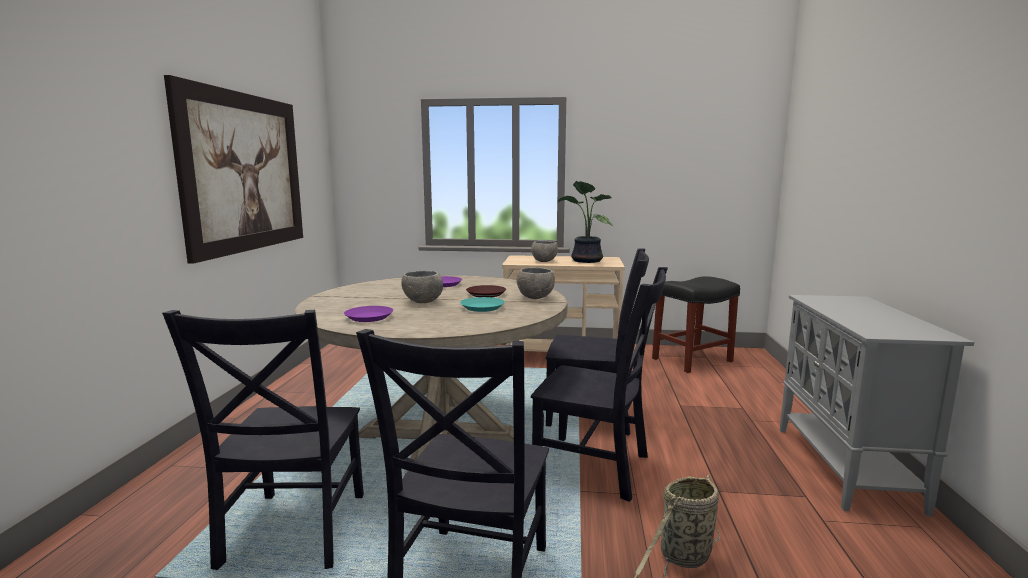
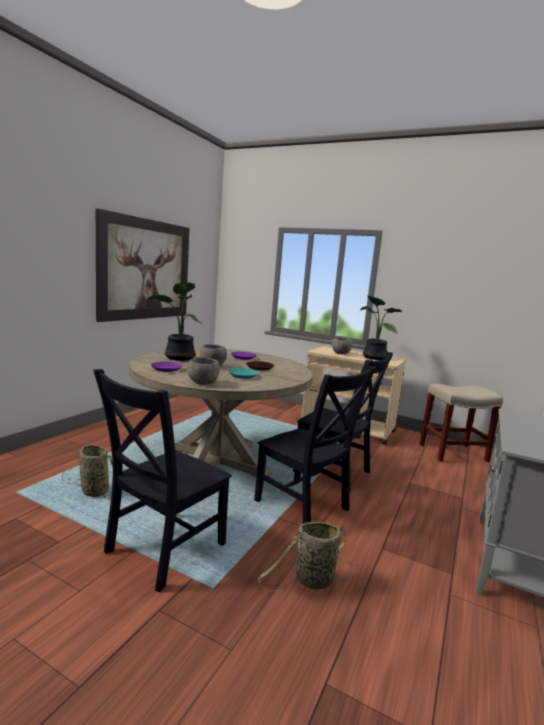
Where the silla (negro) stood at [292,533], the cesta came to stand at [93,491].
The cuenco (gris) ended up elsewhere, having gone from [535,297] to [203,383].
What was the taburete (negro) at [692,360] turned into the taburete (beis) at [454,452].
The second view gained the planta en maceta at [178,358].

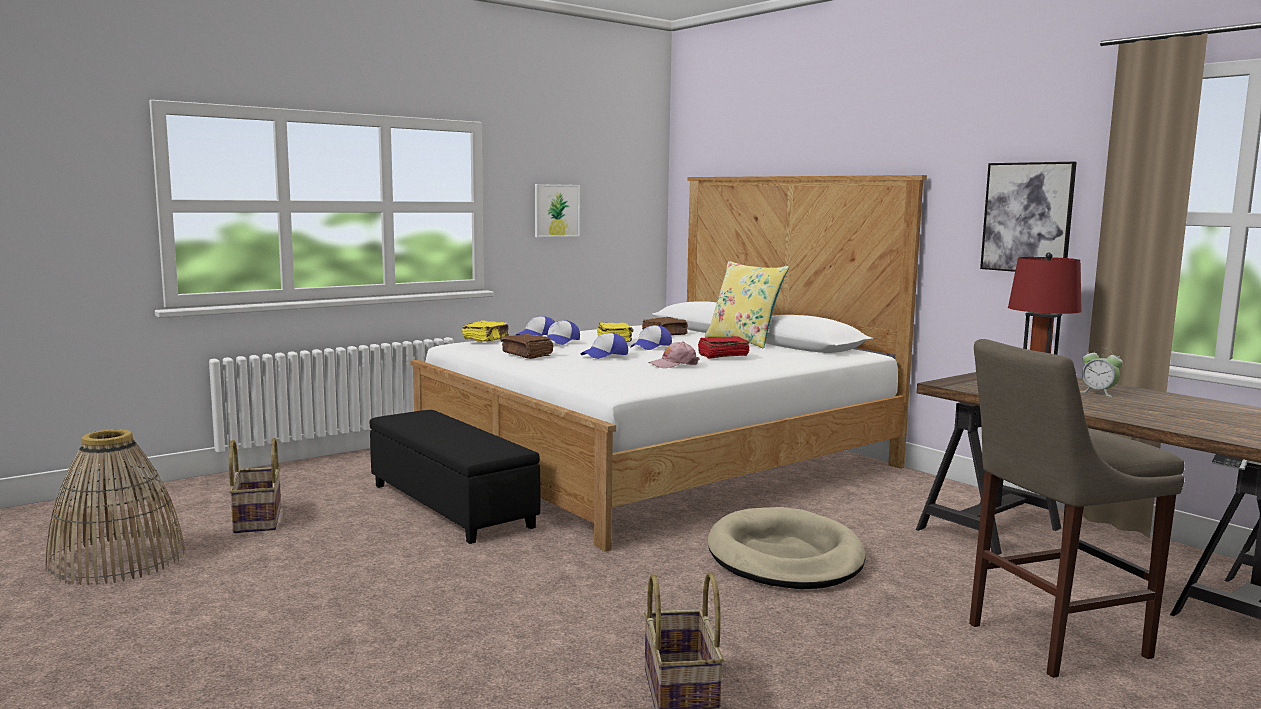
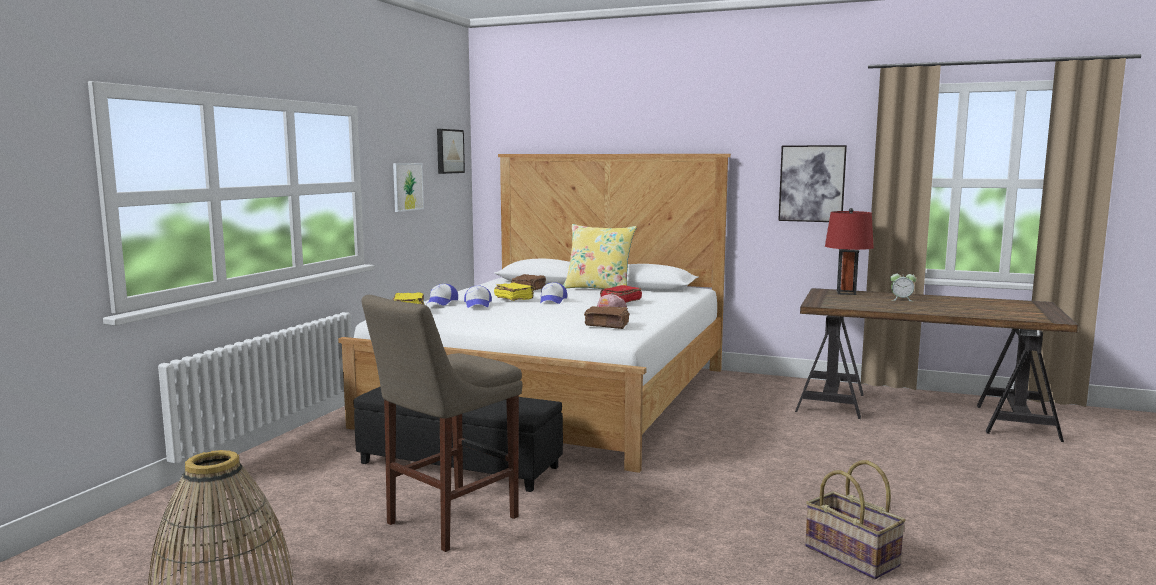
The second view lost the cesta at [256,519].
The libro (marrón) ended up elsewhere, having gone from [527,355] to [607,325].
The second view lost the gorra at [605,355].
The second view lost the cama para perro (beis) at [784,557].
The taburete (beis) ended up elsewhere, having gone from [1049,641] to [447,522].
The second view gained the cuadro at [449,151].

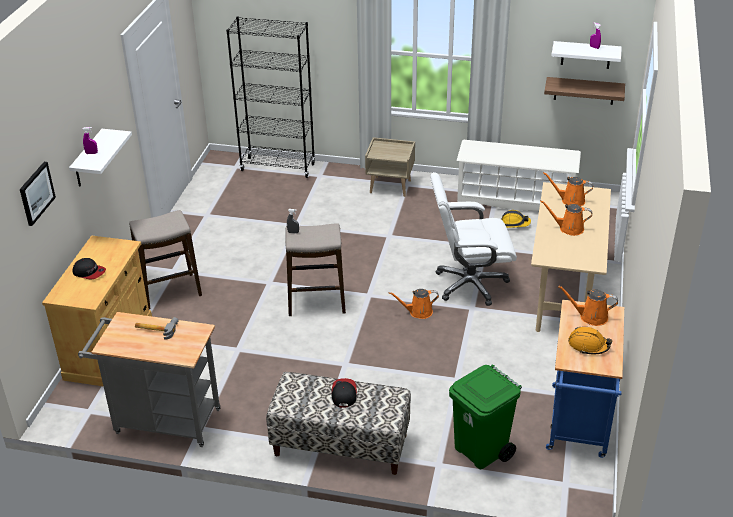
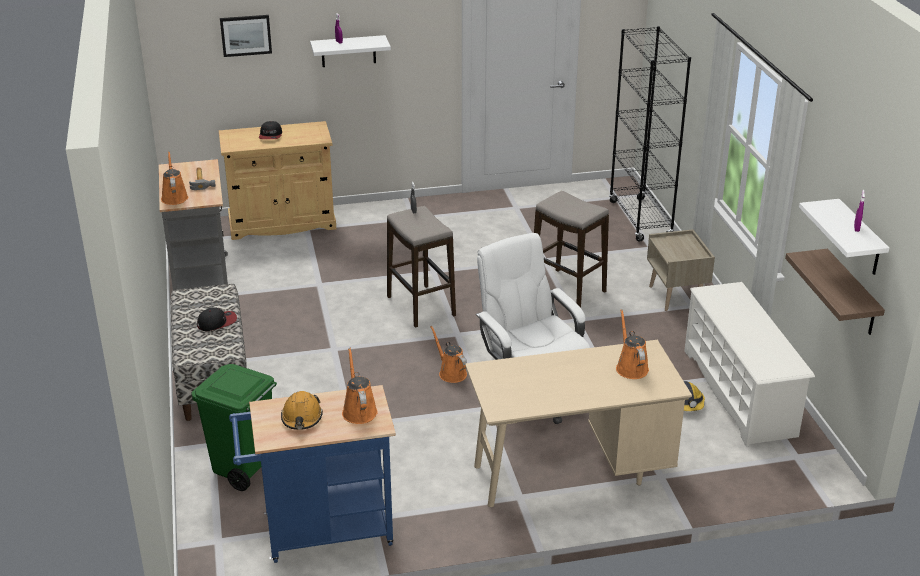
The taburete ended up elsewhere, having gone from [170,291] to [567,289].
The regadera (naranja) ended up elsewhere, having gone from [568,228] to [174,197].

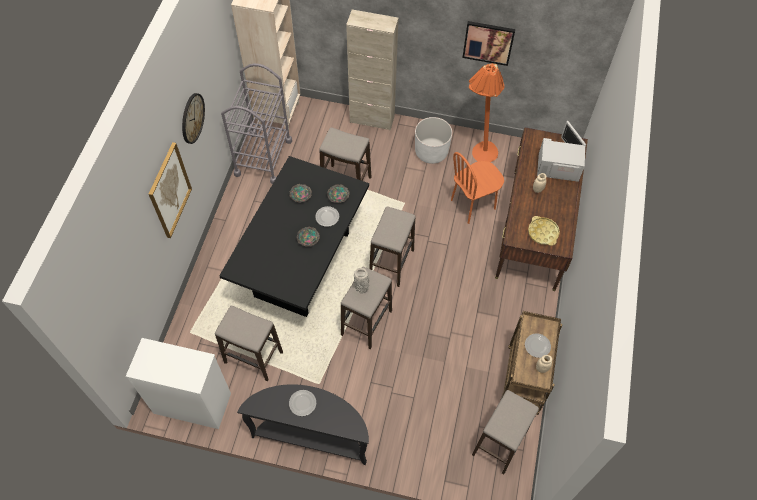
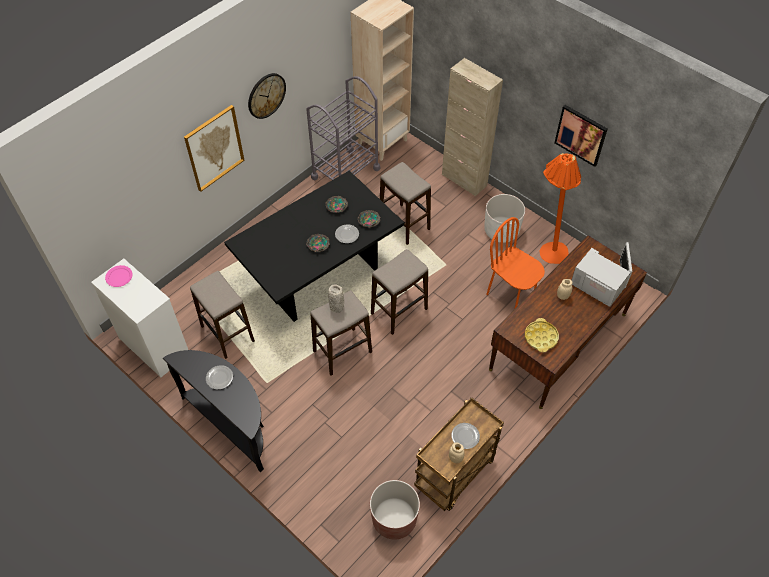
The silla (naranja) at [473,204] ended up facing another way, 45 degrees clockwise from before.
Where the taburete stood at [500,443], the maceta (marrón) came to stand at [394,519].
The second view gained the plato (rosa) at [119,277].

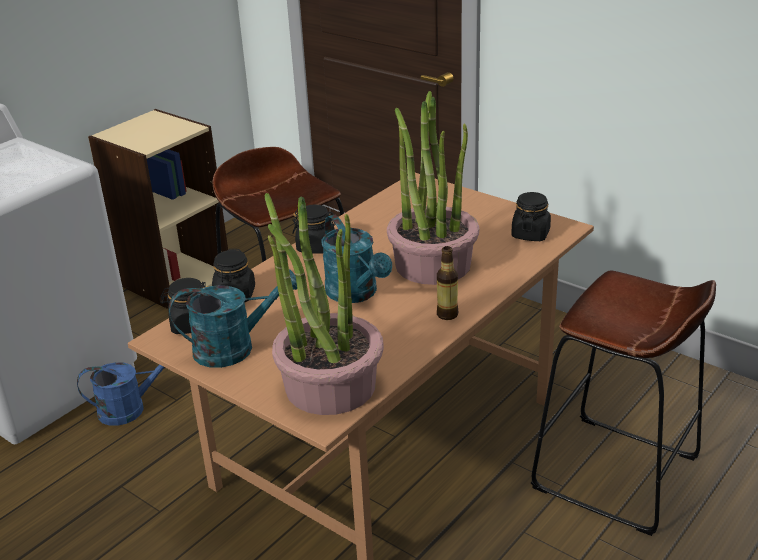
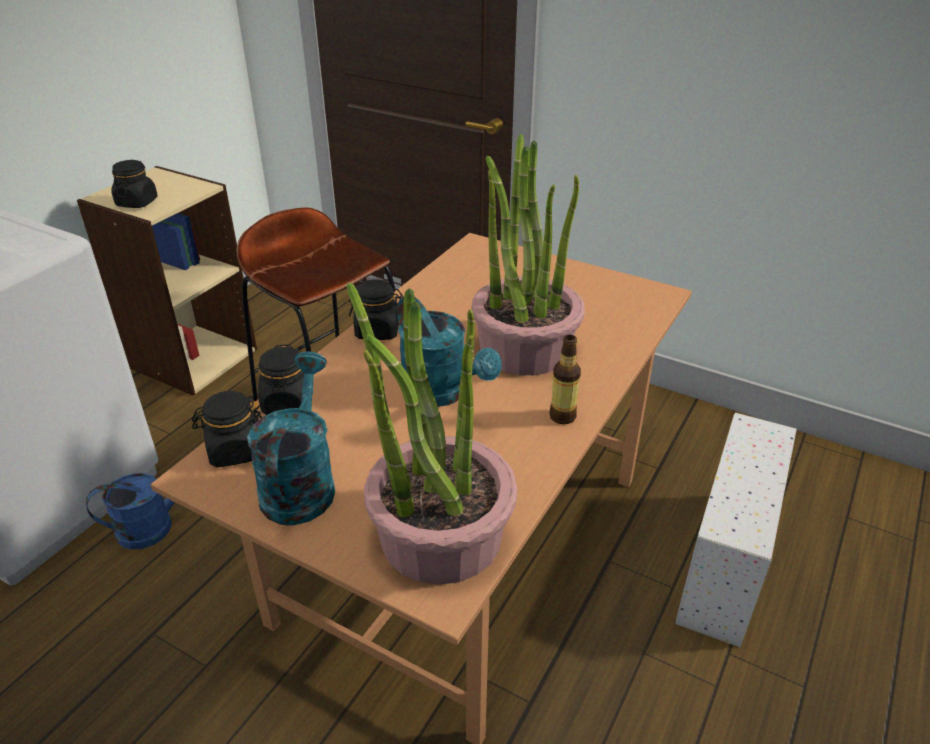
The regadera (turquesa) at [235,347] ended up facing another way, 60 degrees counterclockwise from before.
The tarro (negro) ended up elsewhere, having gone from [530,234] to [137,202].
Where the taburete (marrón) stood at [615,474], the caja de almacenaje (blanco) came to stand at [724,566].

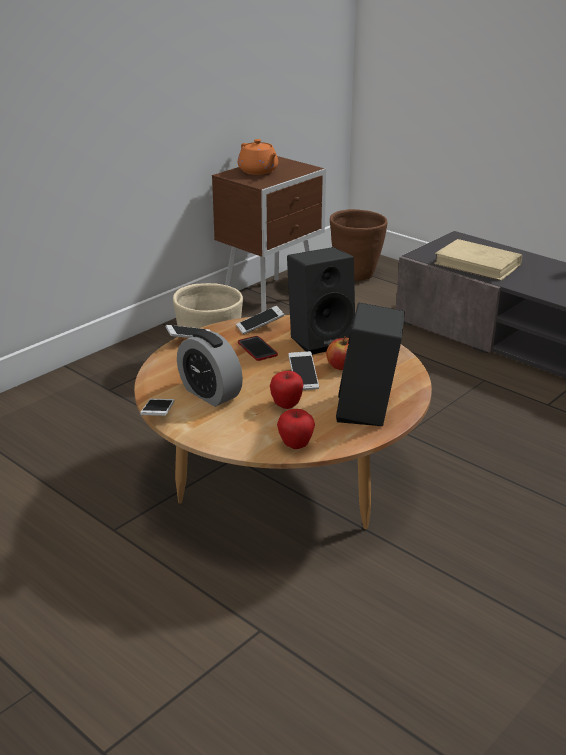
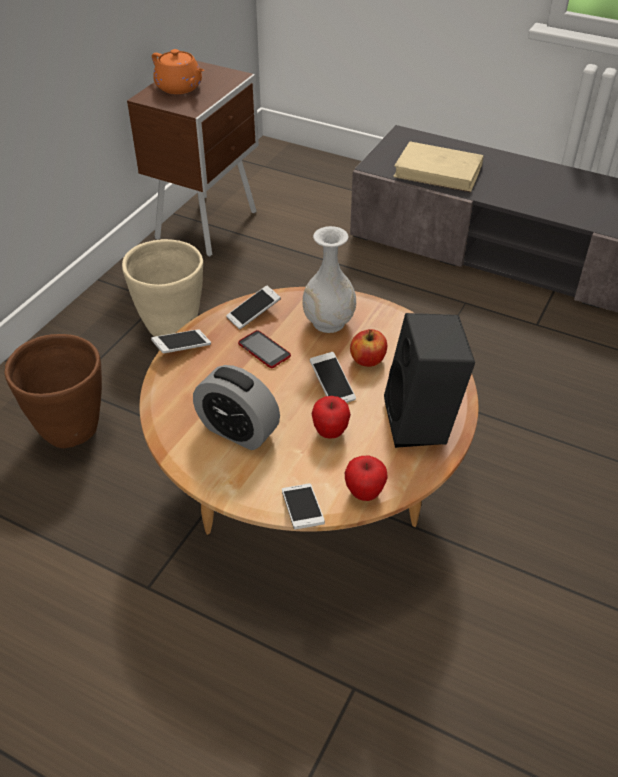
The móvil ended up elsewhere, having gone from [158,414] to [302,512].
Where the altavoz (negro) stood at [321,339], the florero (blanco) came to stand at [329,322].
The maceta (marrón) ended up elsewhere, having gone from [356,276] to [72,430].

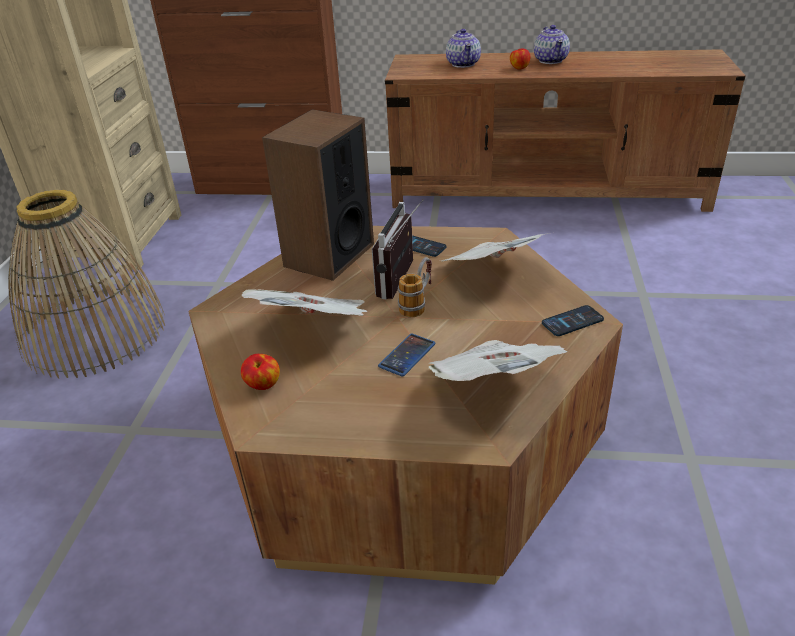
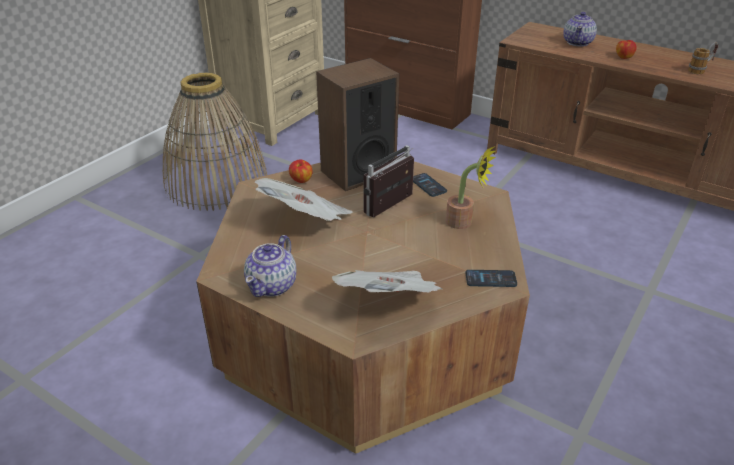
The manzana ended up elsewhere, having gone from [263,385] to [301,181].
The second view lost the móvil at [407,355].
The taza grande ended up elsewhere, having gone from [418,303] to [700,70].
Where the periódico stood at [493,273], the planta en maceta came to stand at [464,222].
The tetera ended up elsewhere, having gone from [550,60] to [272,285].

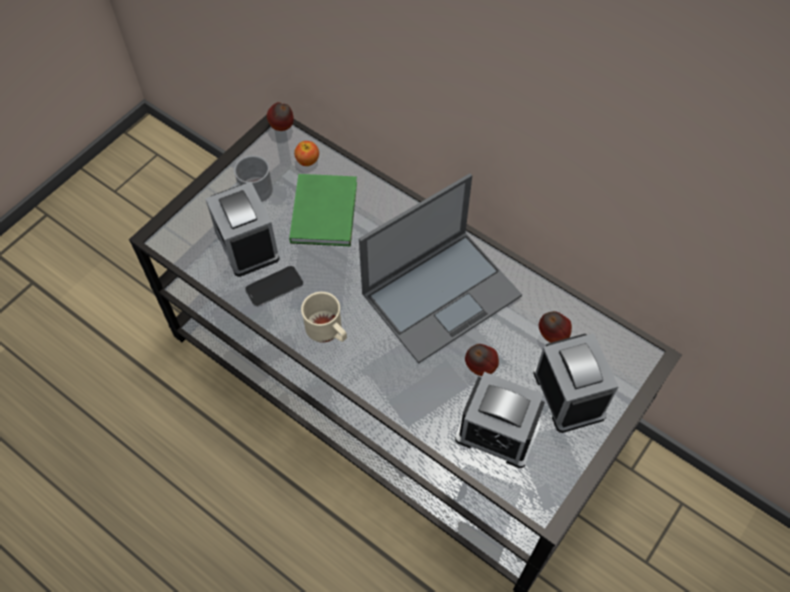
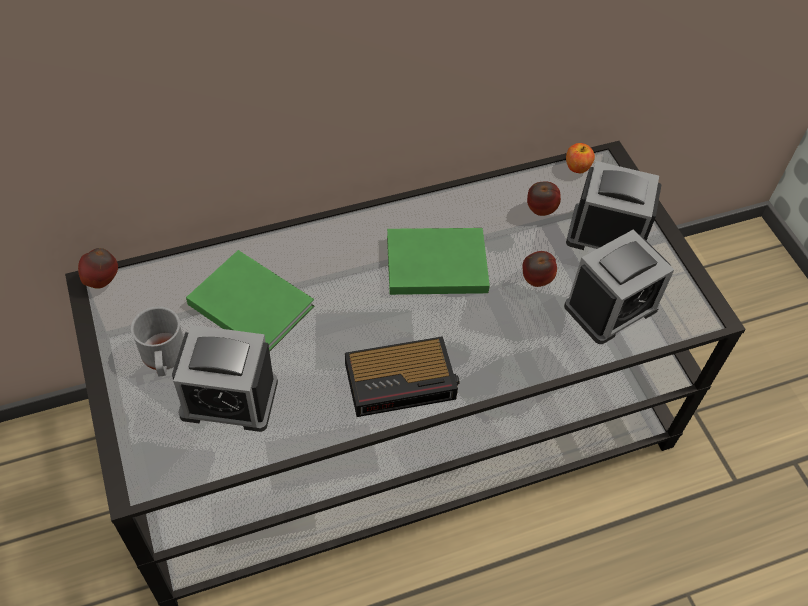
The second view lost the móvil at [274,287].
The manzana ended up elsewhere, having gone from [307,160] to [577,167].
Where the taza grande (beis) stood at [328,330], the despertador came to stand at [402,381].
Where the portátil stood at [442,293], the libro (verde) came to stand at [433,263].

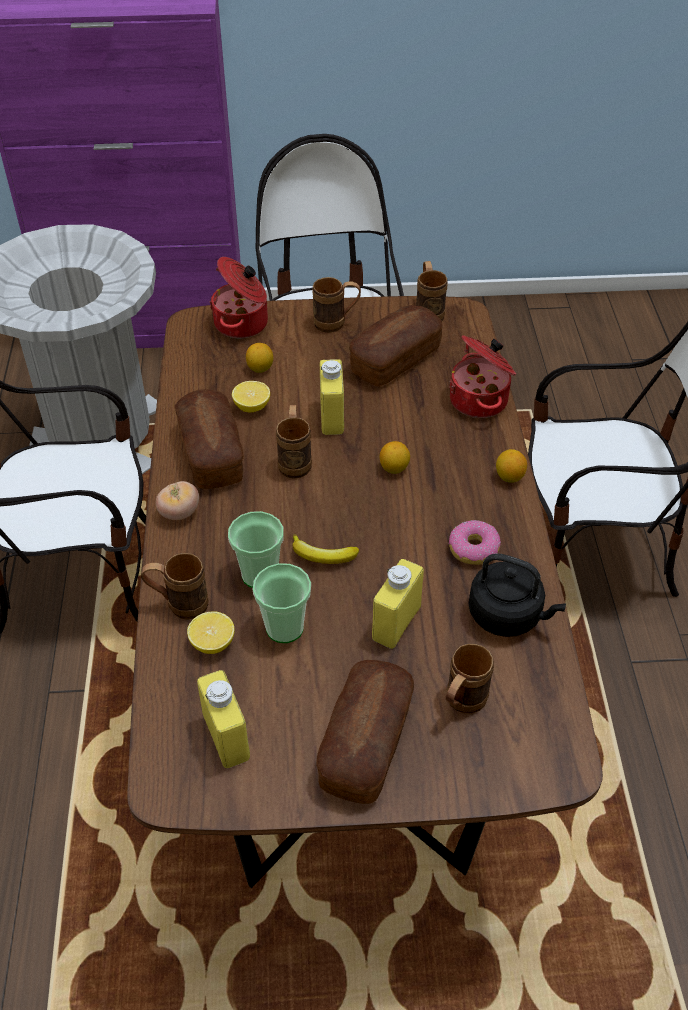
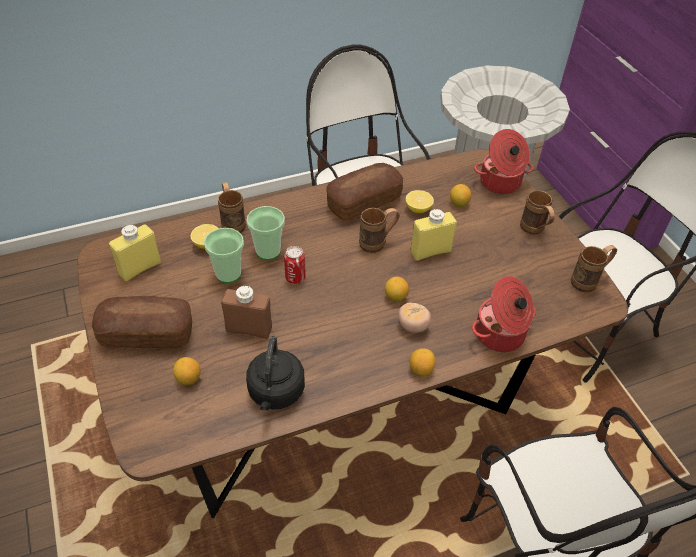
The tomate ended up elsewhere, having gone from [179,513] to [413,326].
Where the plátano stood at [322,556], the lata came to stand at [295,277].
The second view lost the pan at [395,360].
What was the botella (amarillo) at [396,623] turned into the botella (marrón) at [249,329].
Where the taza grande (marrón) stood at [461,704], the limón came to stand at [188,379].
The second view lost the rosquilla at [473,548].

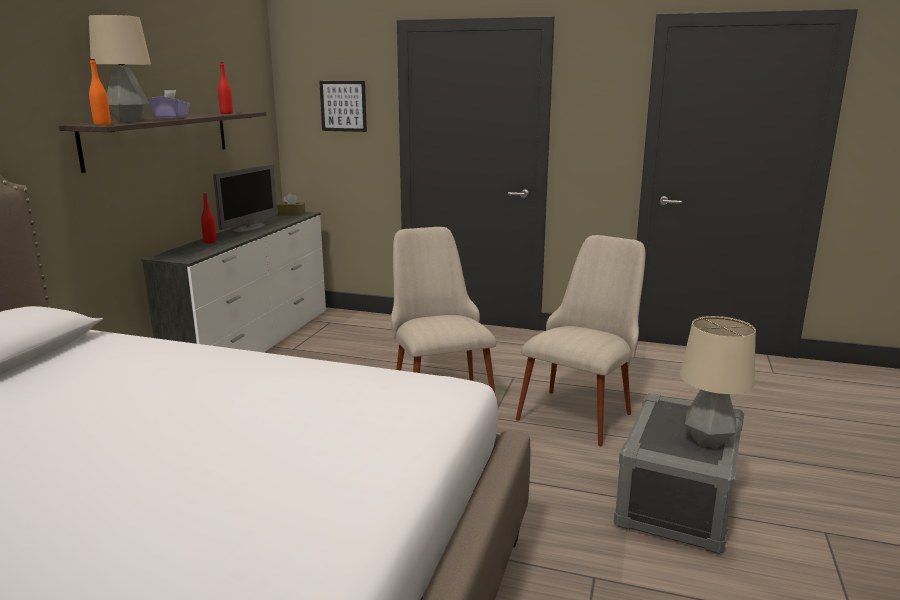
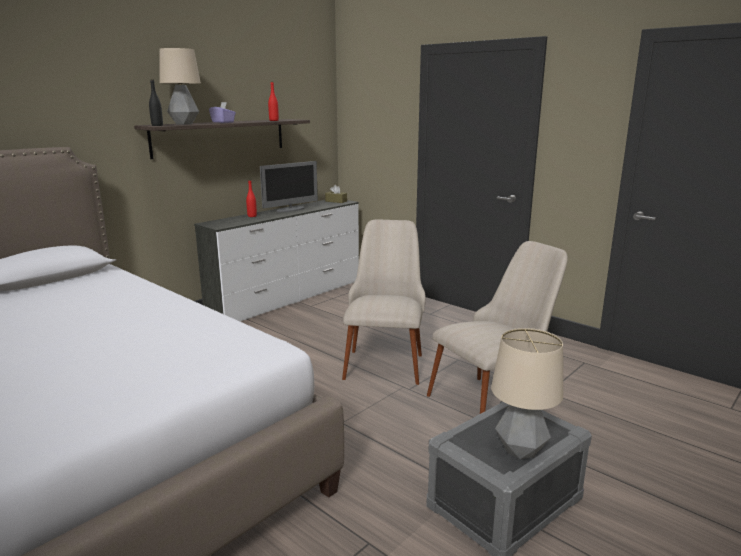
What was the botella (naranja) at [102,124] turned into the botella (negro) at [157,125].
The second view lost the cuadro at [343,106].

